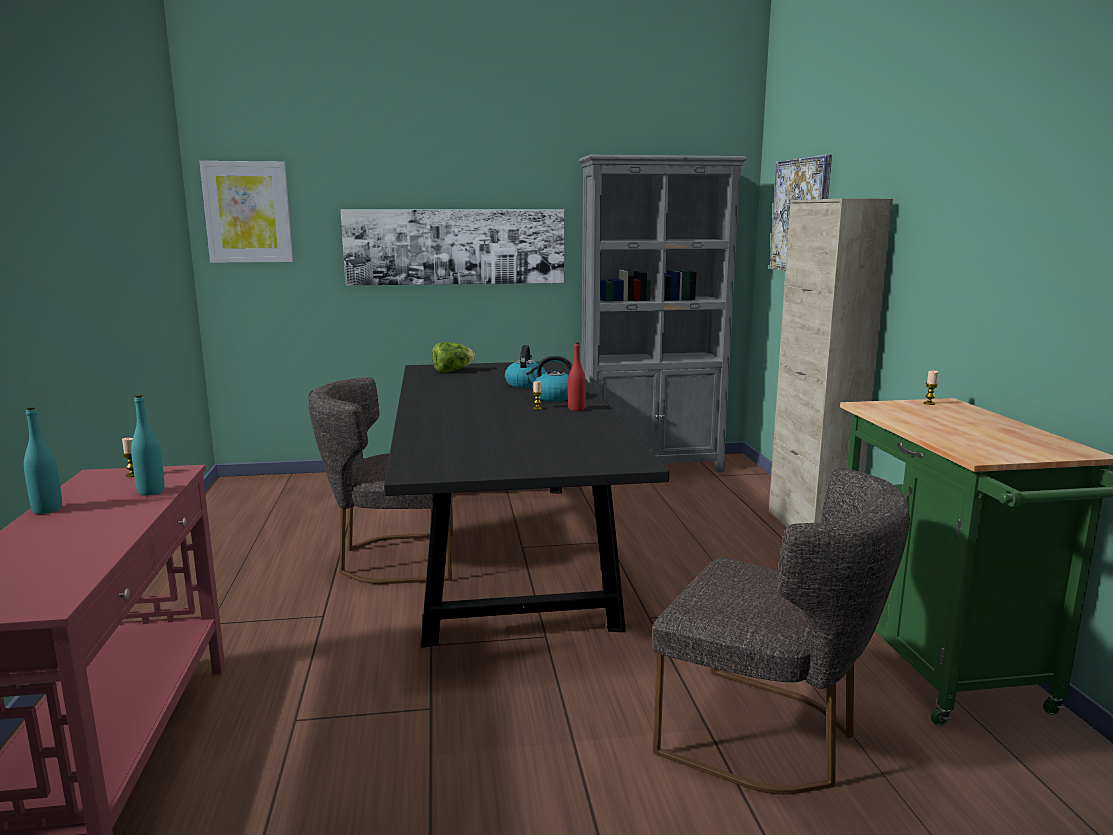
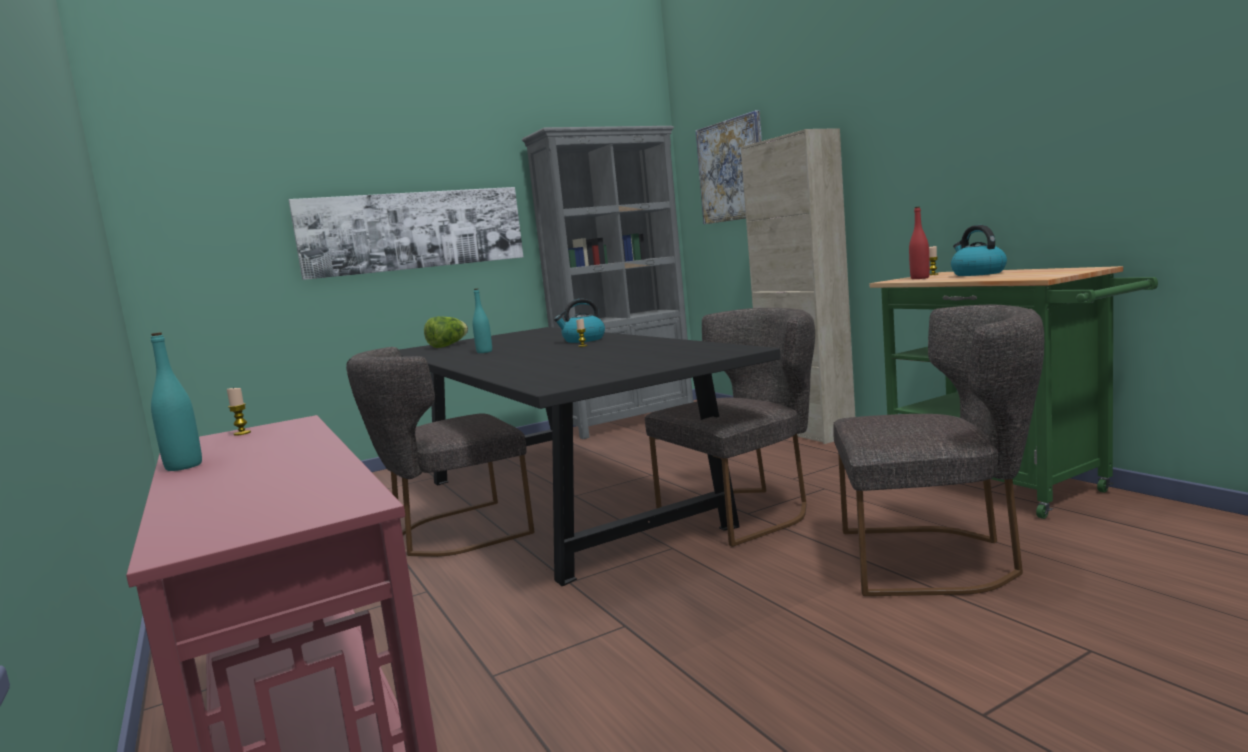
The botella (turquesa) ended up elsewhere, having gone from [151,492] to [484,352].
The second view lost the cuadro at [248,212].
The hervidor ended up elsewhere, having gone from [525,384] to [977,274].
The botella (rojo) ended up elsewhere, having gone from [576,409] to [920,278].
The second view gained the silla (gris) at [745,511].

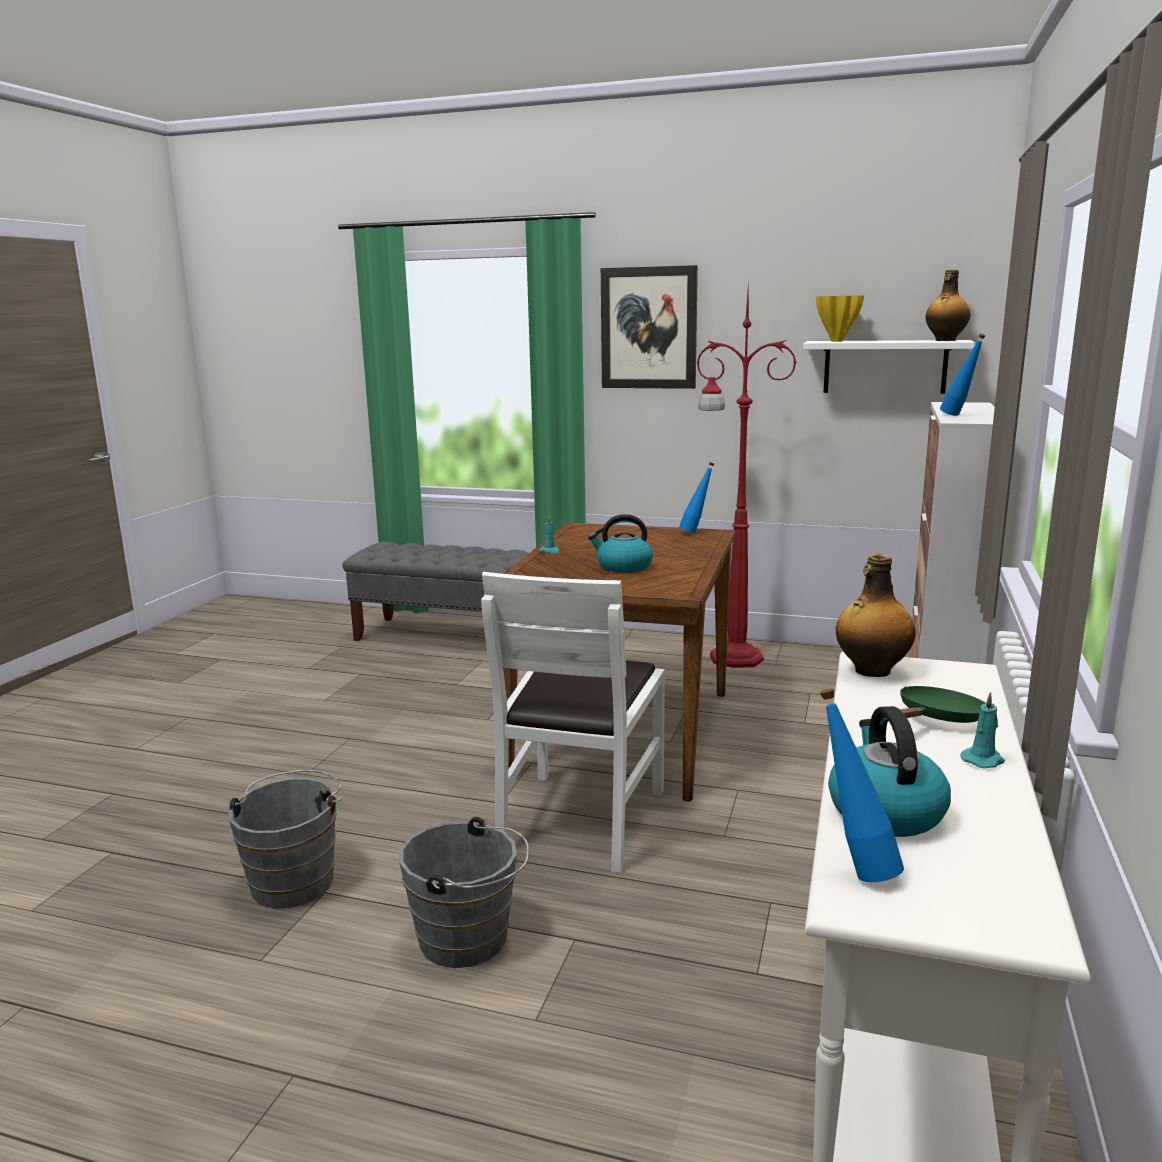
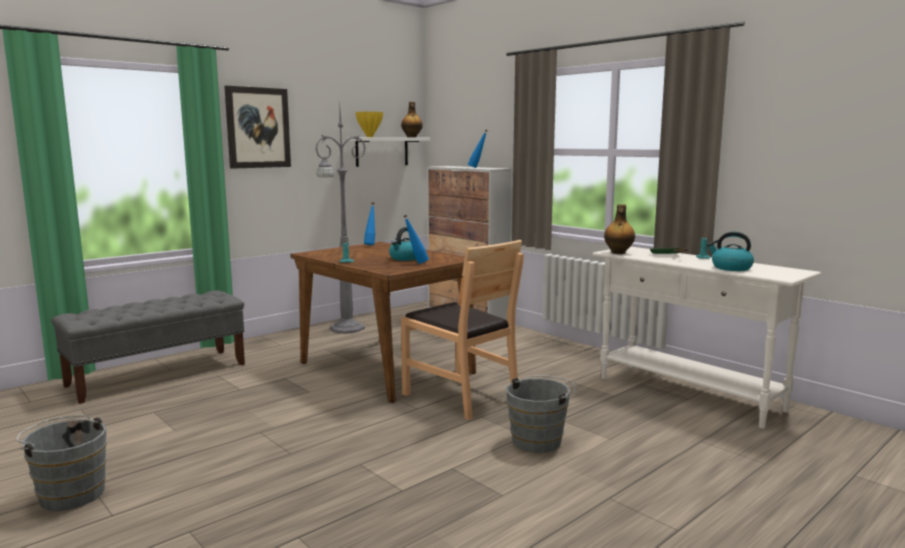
The cubo (gris) ended up elsewhere, having gone from [295,879] to [70,493].
What was the silla (blanco) at [580,819] turned into the silla (marrón) at [461,396].
What was the lámpara de pie (rojo) at [733,657] turned into the lámpara de pie (gris) at [345,329].
The botella (azul) ended up elsewhere, having gone from [854,869] to [416,263].

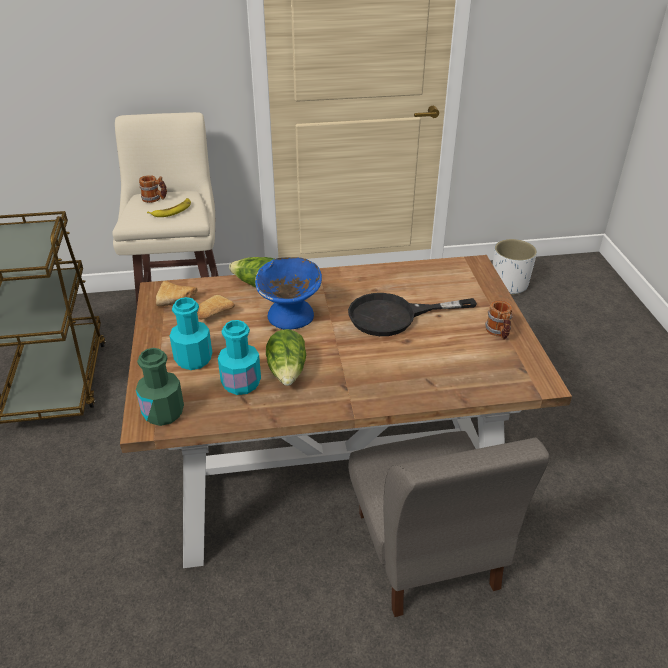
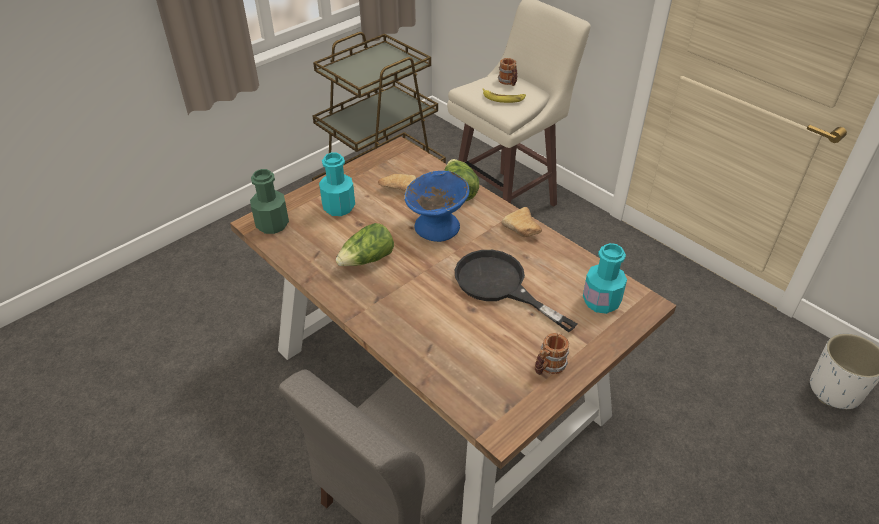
The pan ended up elsewhere, having gone from [177,300] to [523,230].
The botella (turquesa) ended up elsewhere, having gone from [241,383] to [601,301].

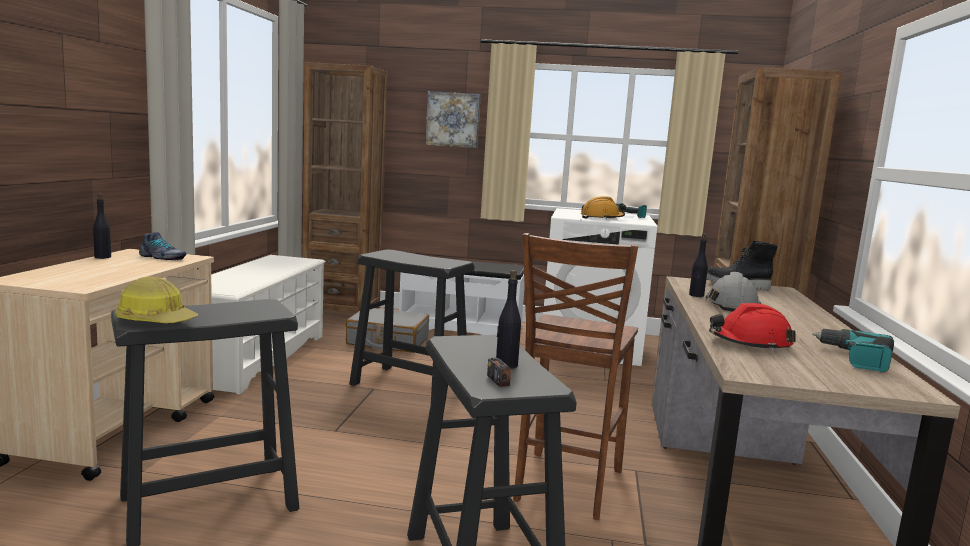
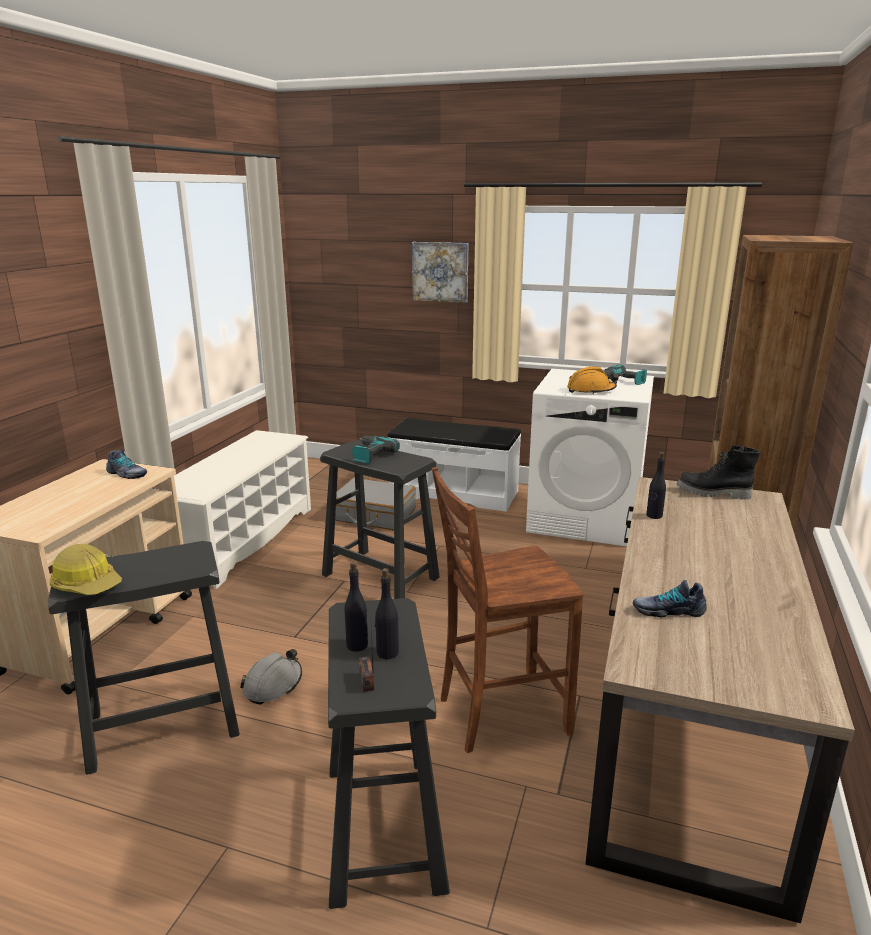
The botella (negro) ended up elsewhere, having gone from [103,257] to [357,645].
The second view lost the estantería (marrón) at [342,311].
The silla (marrón) at [565,485] ended up facing another way, 45 degrees clockwise from before.
The casco (gris) ended up elsewhere, having gone from [731,305] to [273,685].
Where the casco (rojo) stood at [750,343], the zapato came to stand at [668,610].
The taladro ended up elsewhere, having gone from [854,358] to [370,455].

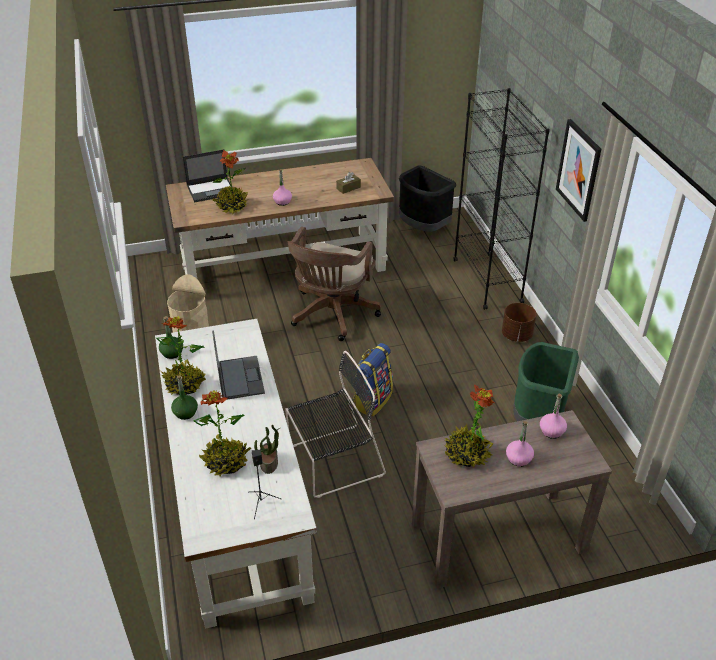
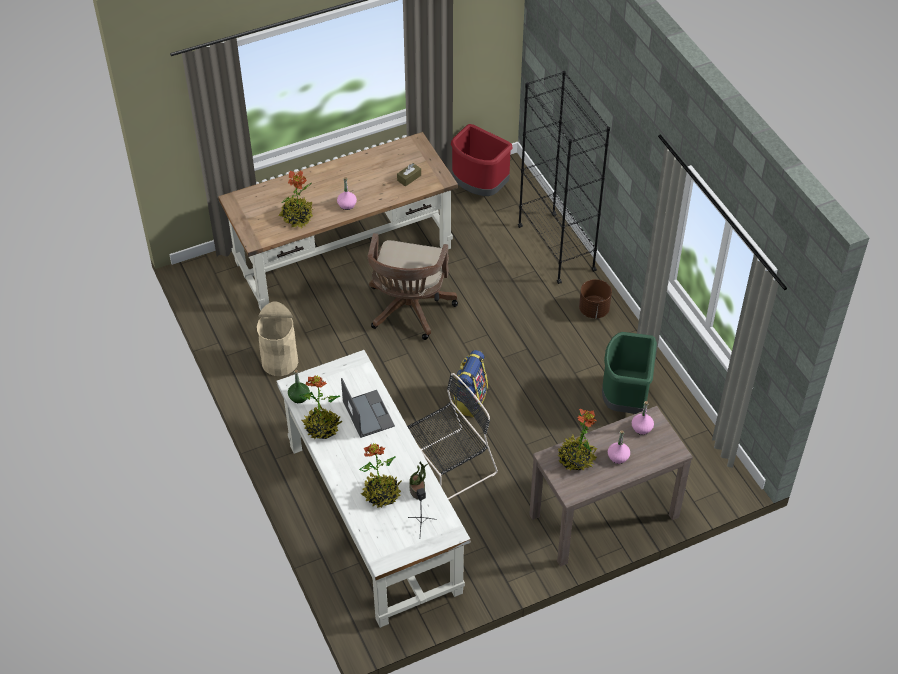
The second view lost the botella (verde) at [185,412].
The second view lost the portátil at [211,190].
What was the papelera (negro) at [423,229] turned into the papelera (rojo) at [479,188].
The second view lost the cuadro at [579,170].

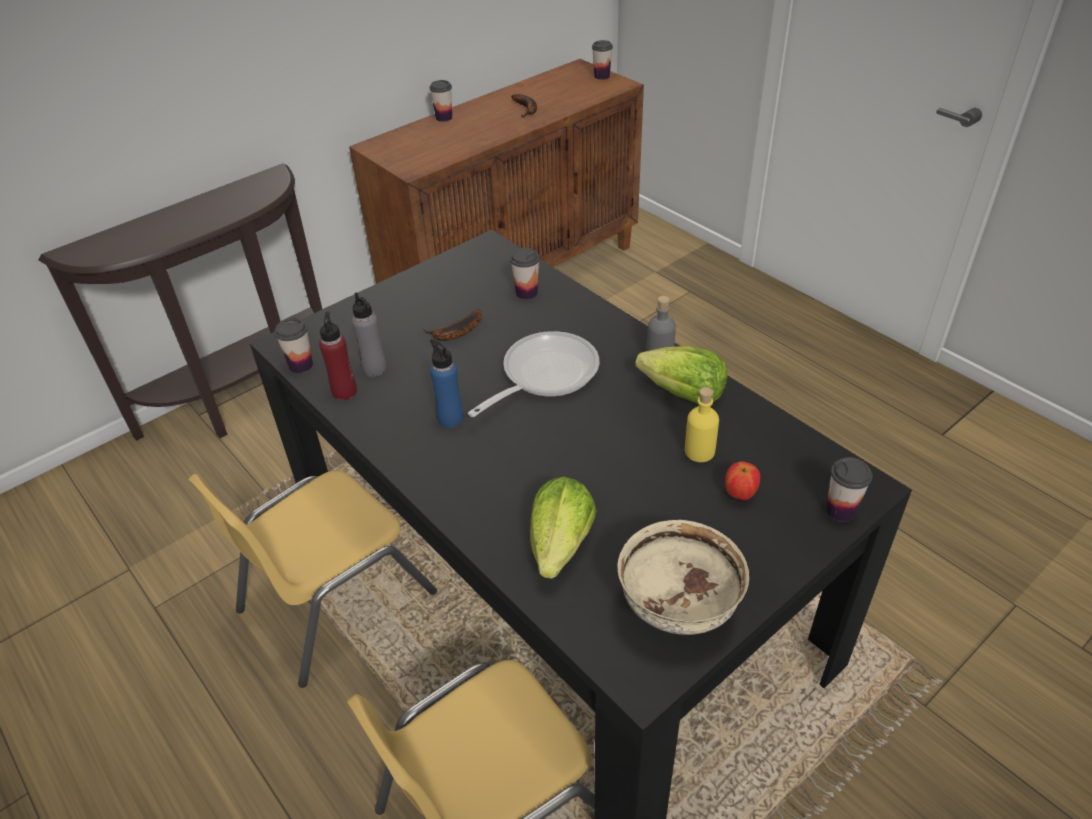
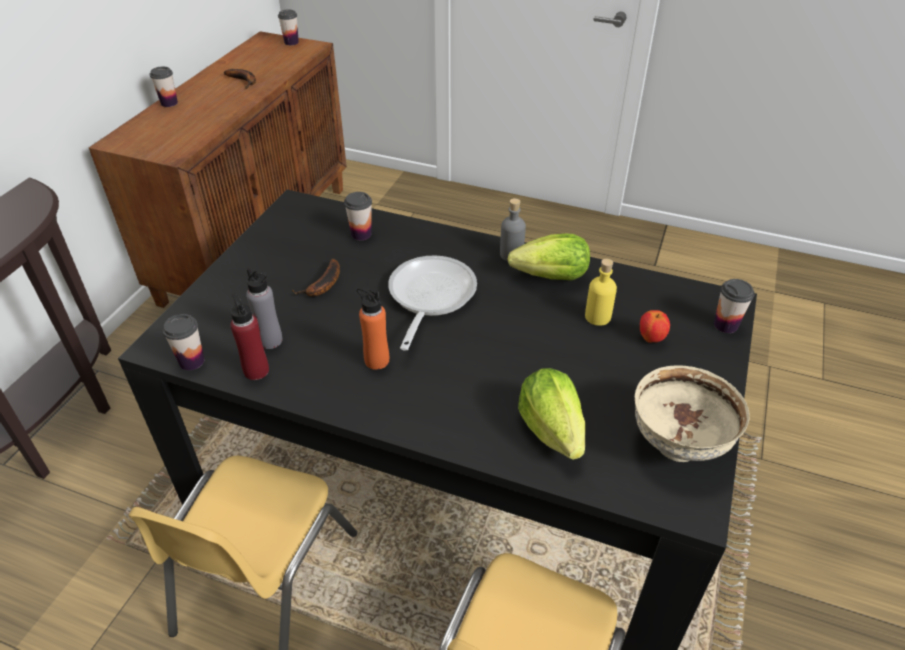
What was the botella (azul) at [450,419] turned into the botella (naranja) at [376,360].

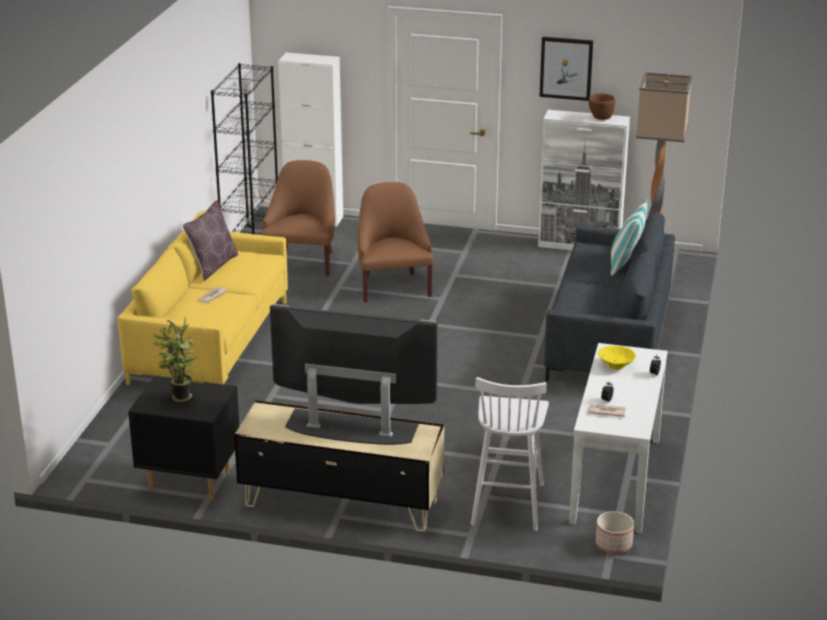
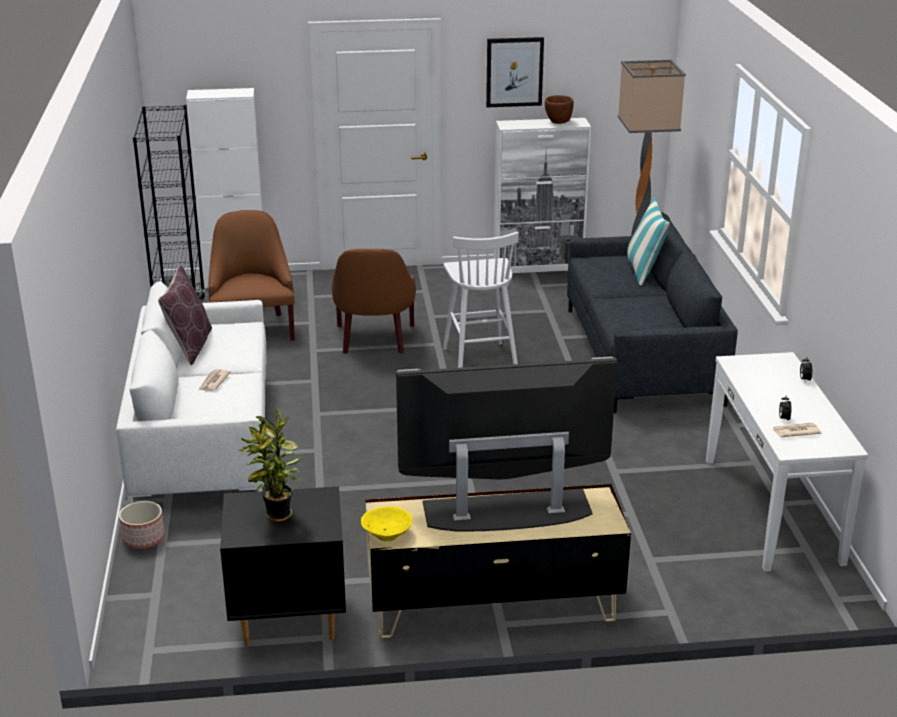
What was the sofá (amarillo) at [210,341] turned into the sofá (blanco) at [203,439].
The sillón (marrón) at [393,286] ended up facing another way, 150 degrees counterclockwise from before.
The taburete (blanco) ended up elsewhere, having gone from [508,503] to [479,362].
The maceta ended up elsewhere, having gone from [613,544] to [143,538].
The cuenco (amarillo) ended up elsewhere, having gone from [616,366] to [387,535].

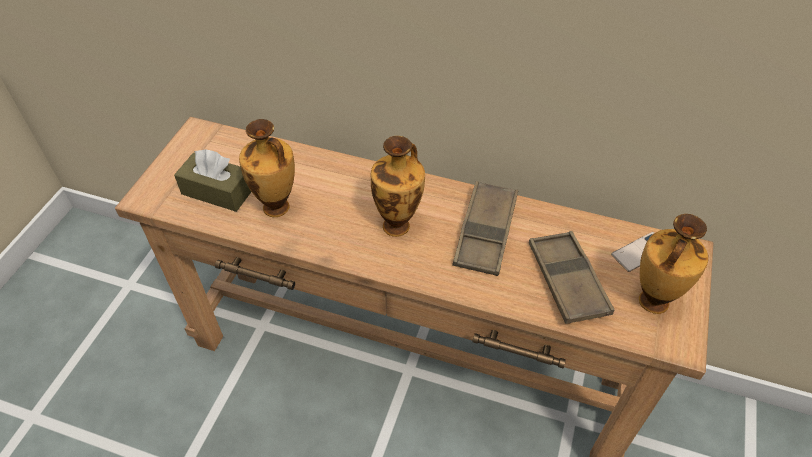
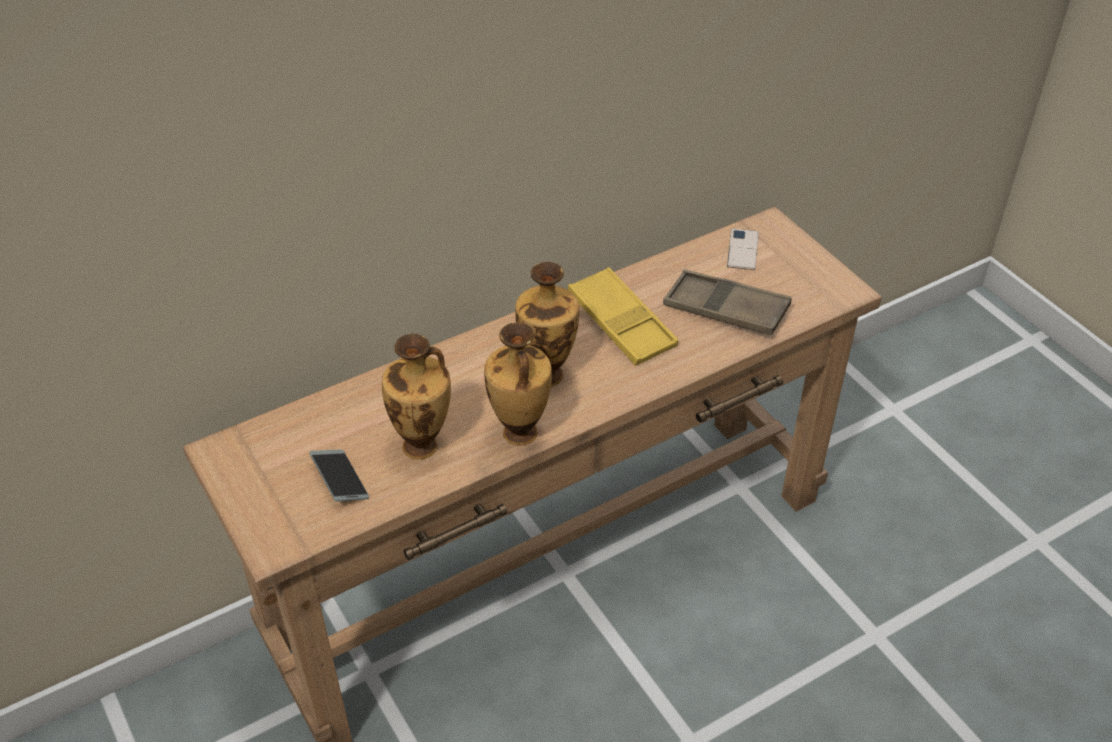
Where the caja de pañuelos (marrón) stood at [217,191], the móvil came to stand at [340,480].
What was the bandeja (marrón) at [485,232] turned into the bandeja (amarillo) at [621,323].
The florero ended up elsewhere, having gone from [651,302] to [519,435].

